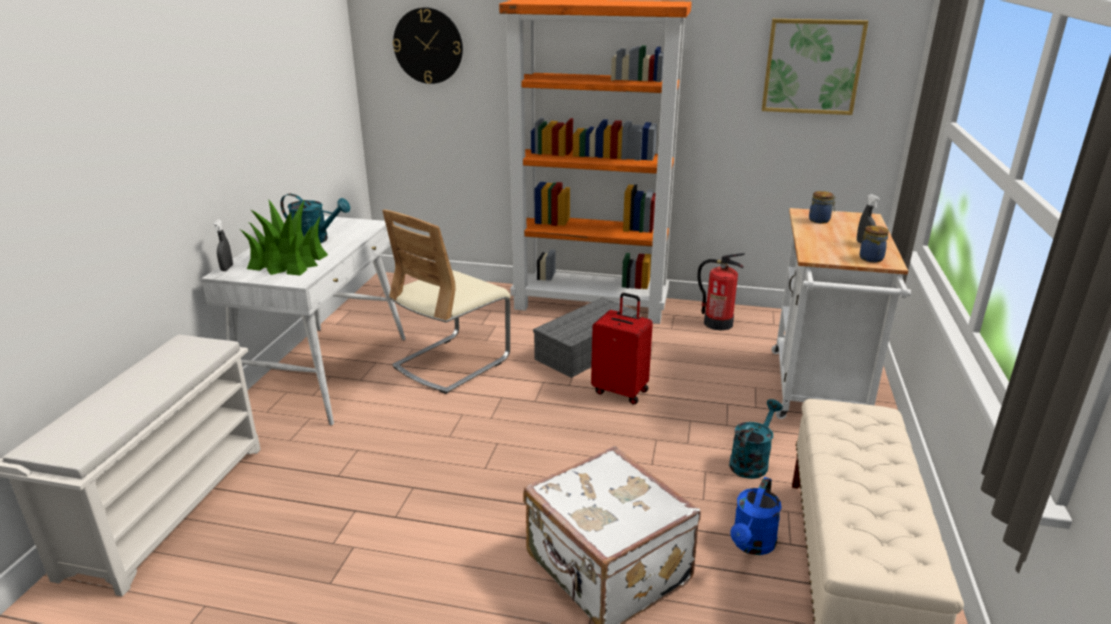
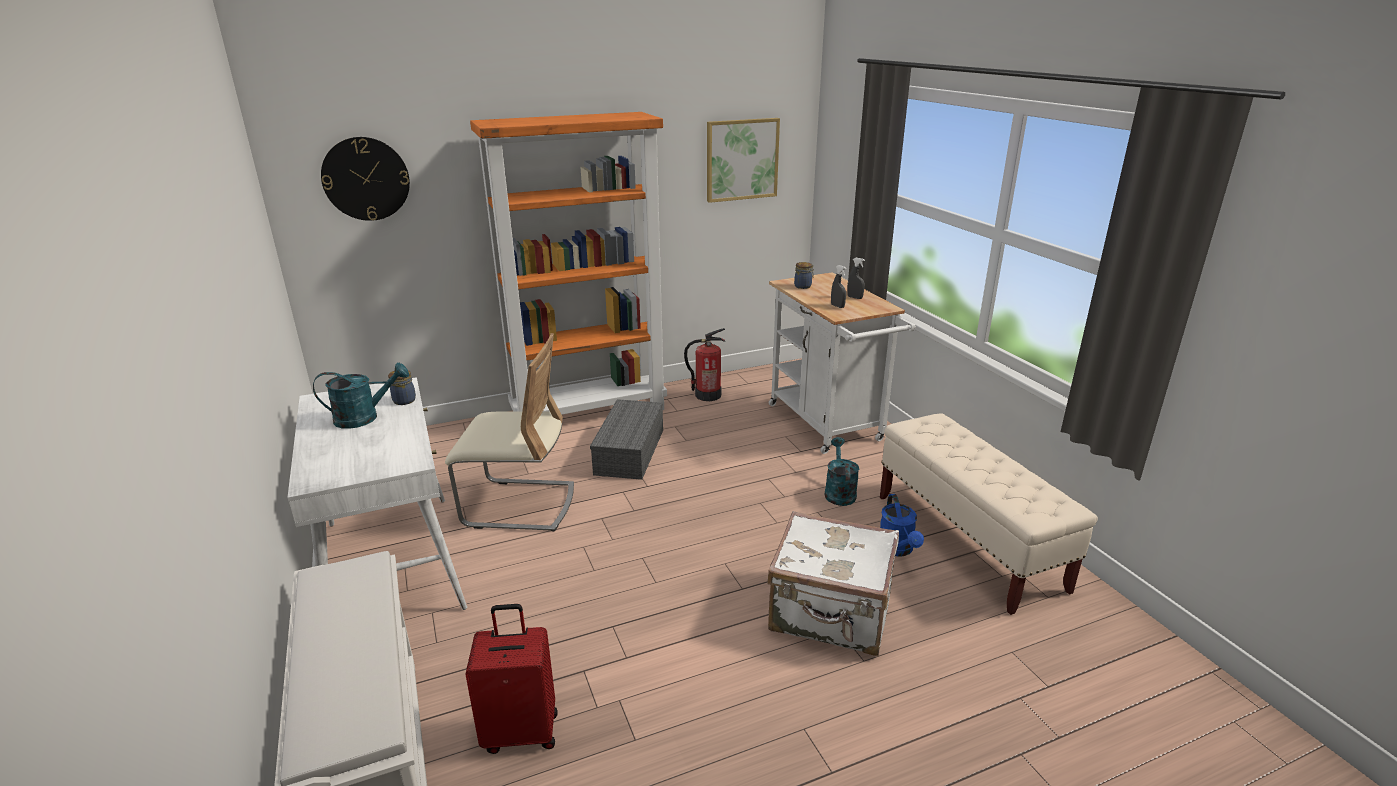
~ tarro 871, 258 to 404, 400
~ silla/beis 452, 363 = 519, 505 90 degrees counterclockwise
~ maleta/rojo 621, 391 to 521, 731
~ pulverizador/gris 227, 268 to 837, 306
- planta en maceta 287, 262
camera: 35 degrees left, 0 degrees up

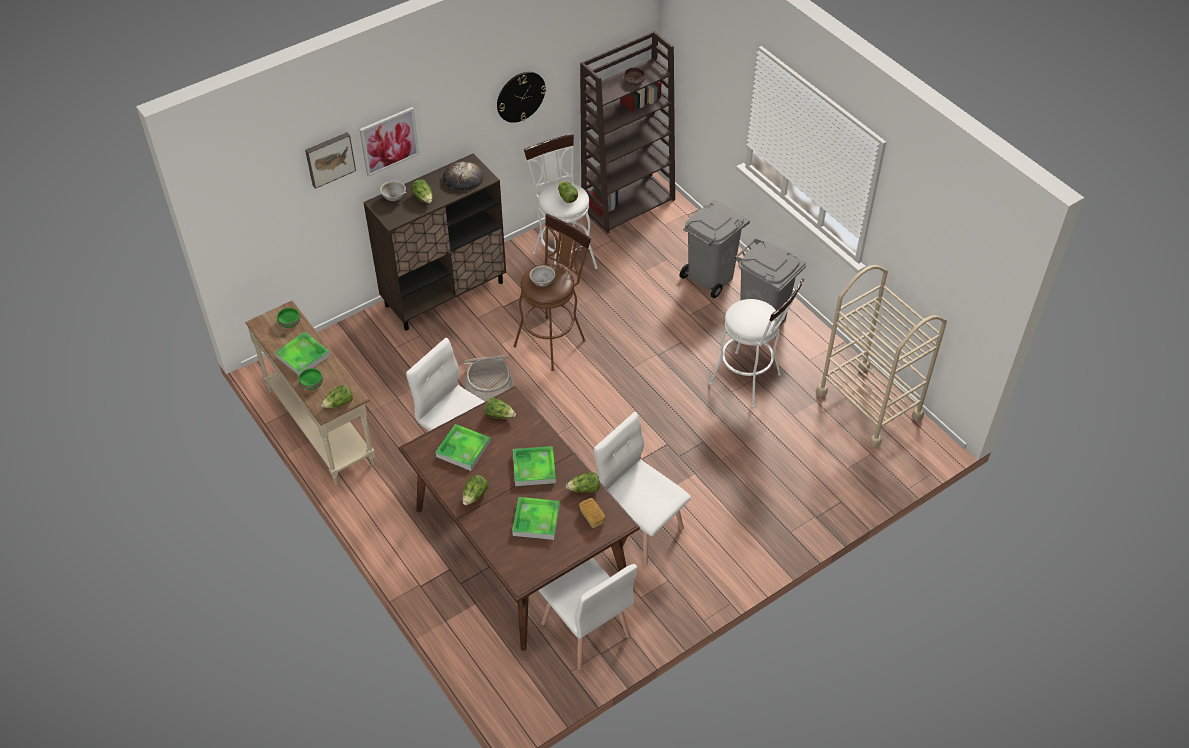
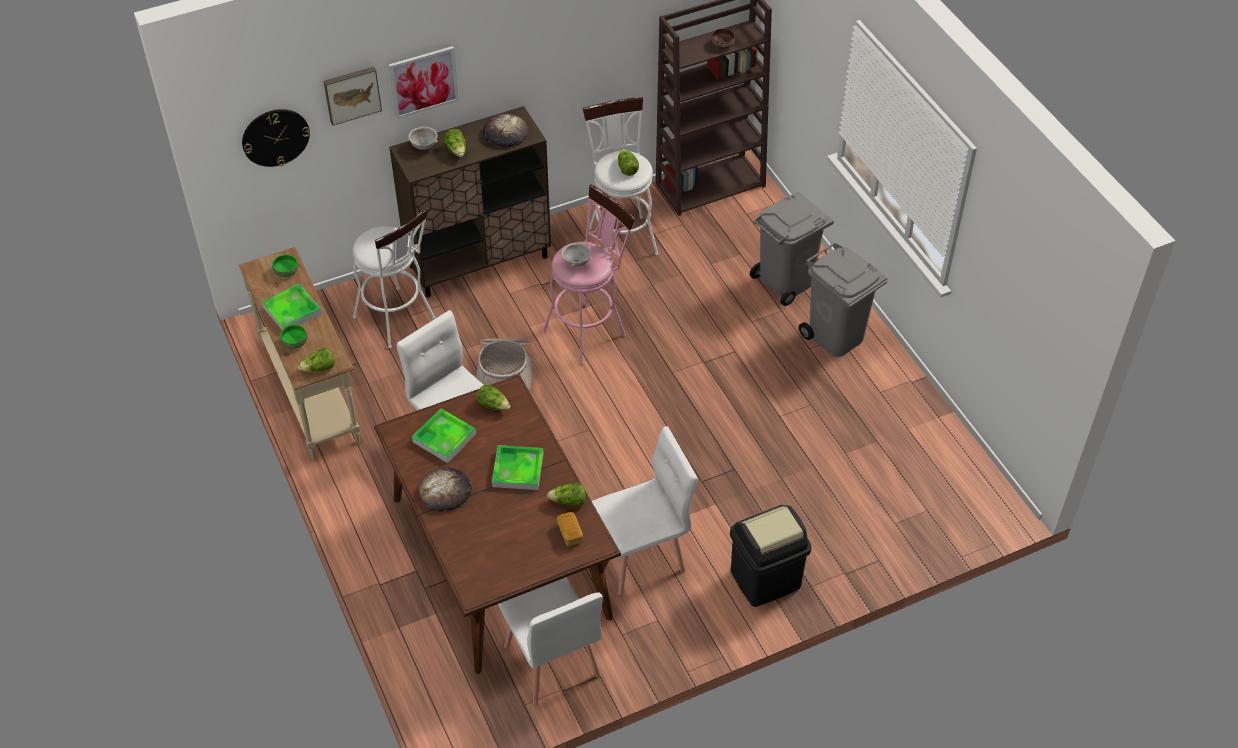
~ reloj de pared 520, 96 to 275, 137
~ taburete/blanco 750, 381 to 398, 321
~ lechuga 475, 495 to pan 445, 491
~ taburete/marrón 553, 339 to taburete/rosa 589, 329
~ silla/blanco 640, 528 = 640, 556 105 degrees clockwise
+ papelera/negro 765, 580
- bandeja 536, 520
- carrito/beis 869, 404
camera: 10 degrees right, 0 degrees up

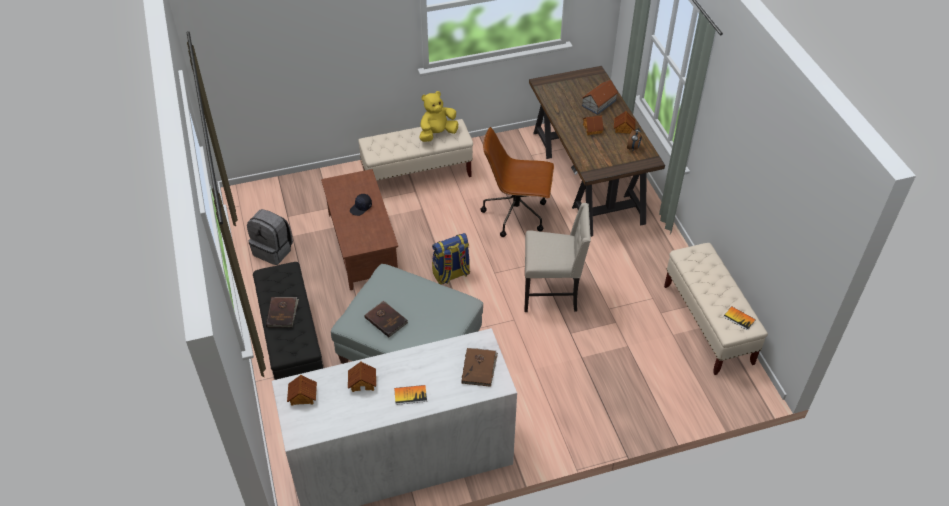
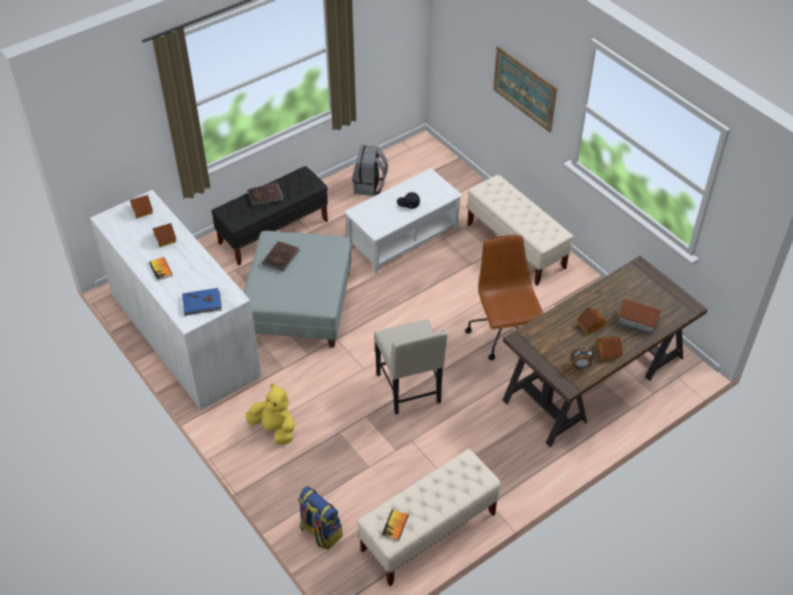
~ libro/marrón 479, 368 to libro/azul 202, 303
~ peluche/amarillo 437, 134 to 274, 429
~ mochila 451, 274 to 320, 532
~ mesa de centro/marrón 363, 246 to mesa de centro/blanco 403, 239
+ cuadro 524, 88
camera: 70 degrees right, 0 degrees up

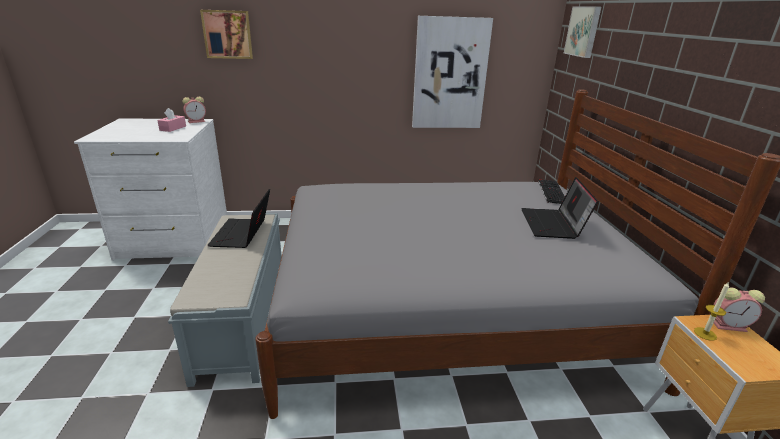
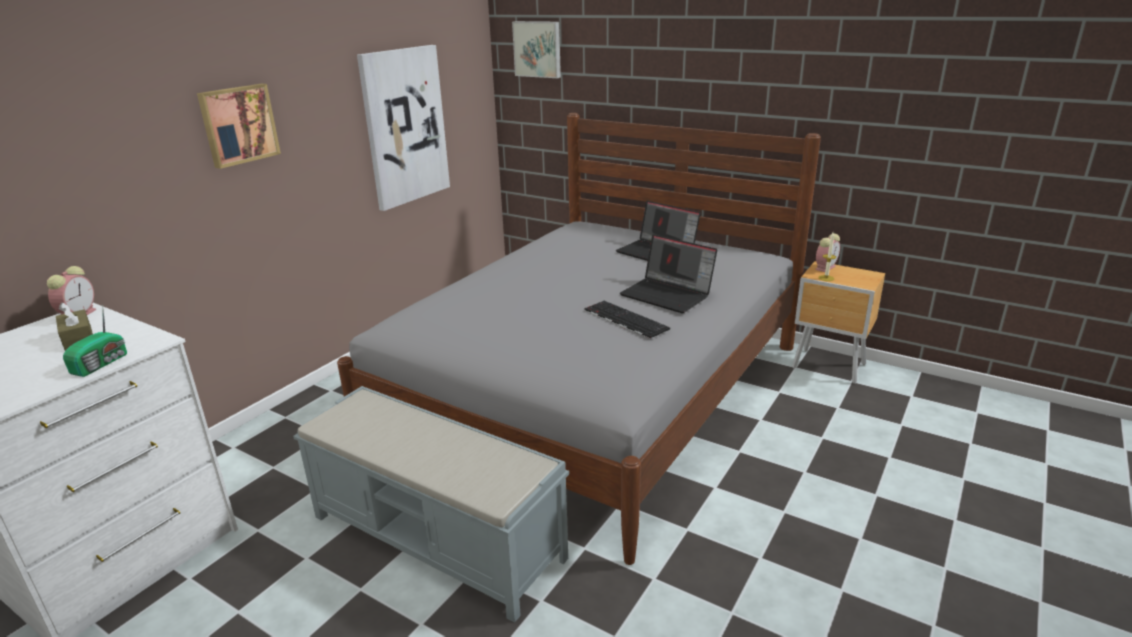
~ caja de pañuelos/rosa 173, 128 to caja de pañuelos/marrón 78, 339
+ radio 102, 363
~ cuadro 228, 34 to 238, 124
~ teclado 551, 191 to 624, 319
~ portátil 243, 234 to 668, 295
camera: 50 degrees left, 0 degrees up

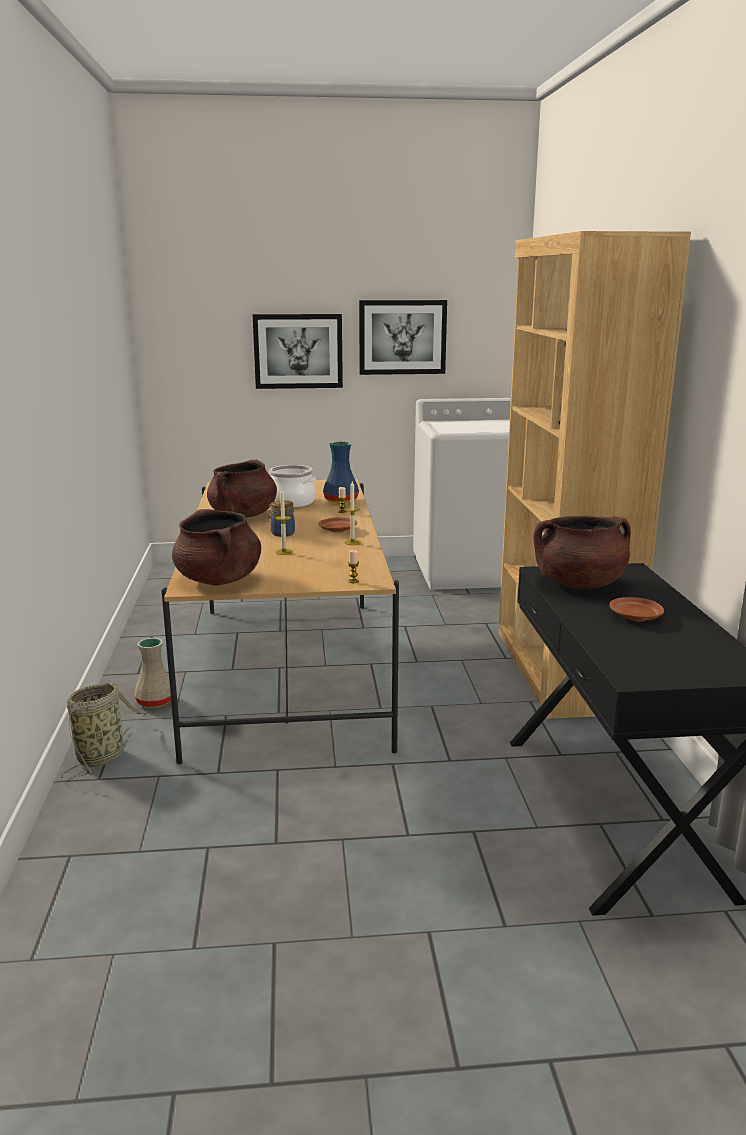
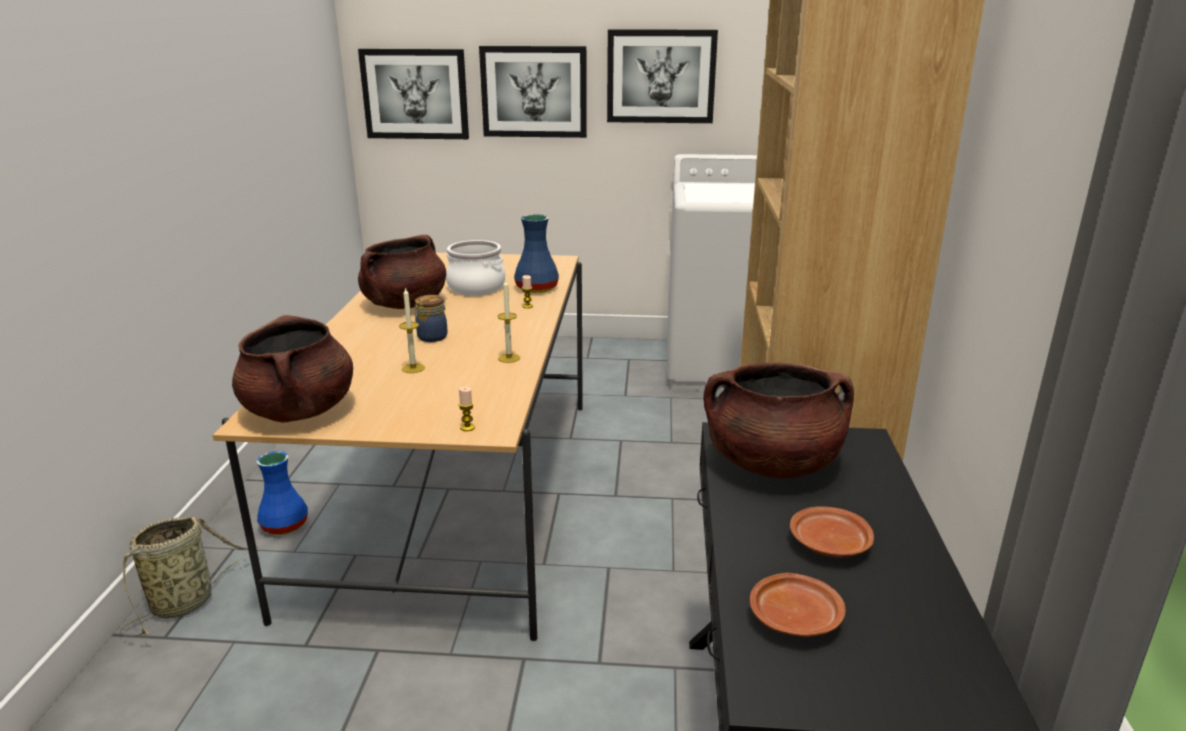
~ florero/beis 154, 702 to florero/azul 283, 526
+ cuadro 415, 94
~ plato/marrón 338, 530 to 795, 618
camera: 10 degrees right, 5 degrees up

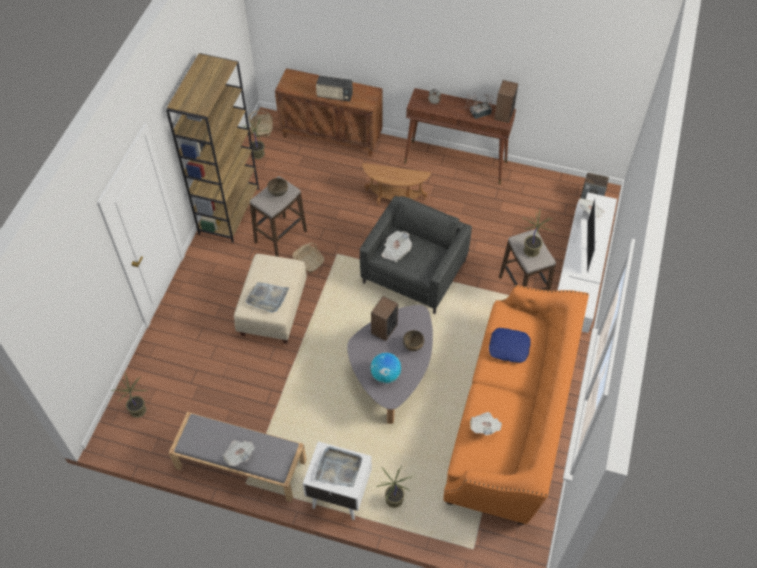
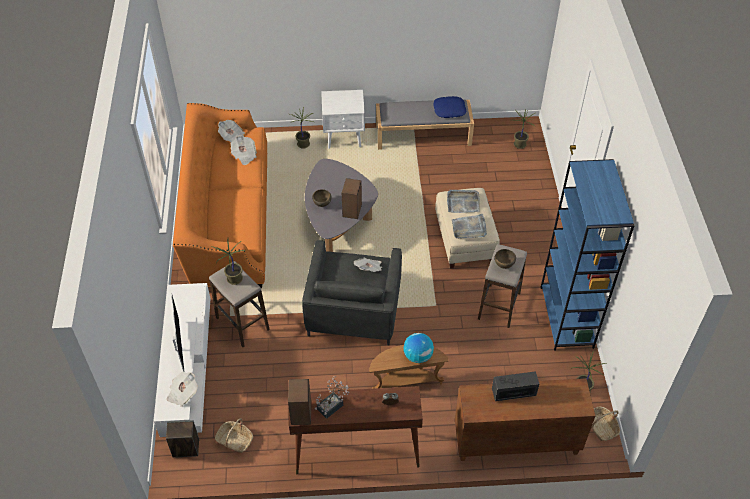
~ cesta 308, 262 to 235, 440
~ periódico 239, 455 to 232, 137
~ globo terráqueo 385, 375 to 418, 356
~ cojín/azul 509, 348 to 449, 110
~ bandeja/gris 338, 468 to 469, 228
~ estantería/marrón 229, 210 to estantería/azul 567, 317
camera: 160 degrees right, 5 degrees down

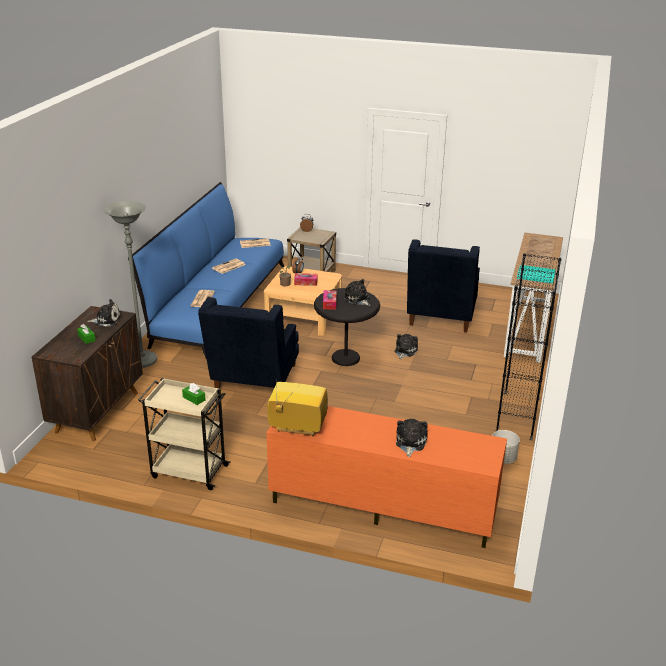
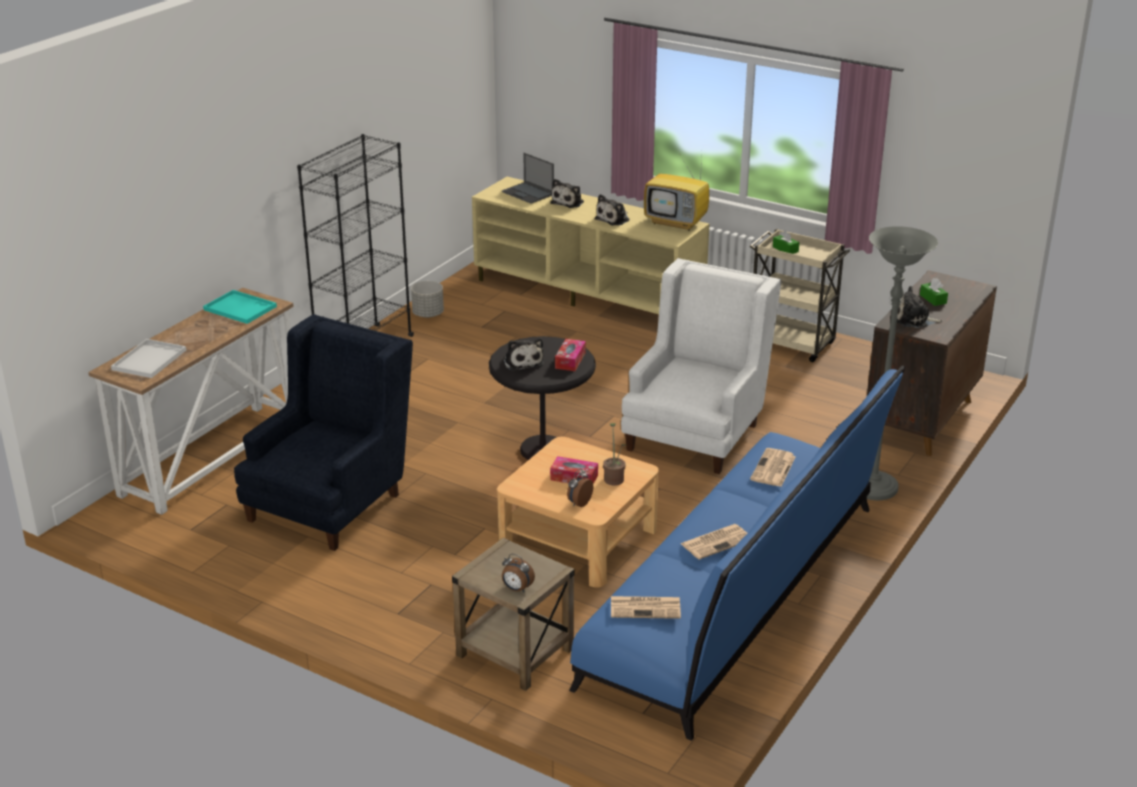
+ bandeja/blanco 149, 359
~ mueble de televisión/naranja 382, 506 to mueble de televisión/beis 588, 294
+ portátil 528, 193
~ peluche 405, 351 to 614, 219
~ sillón/azul 253, 383 to sillón/blanco 696, 431
camera: 165 degrees left, 0 degrees up

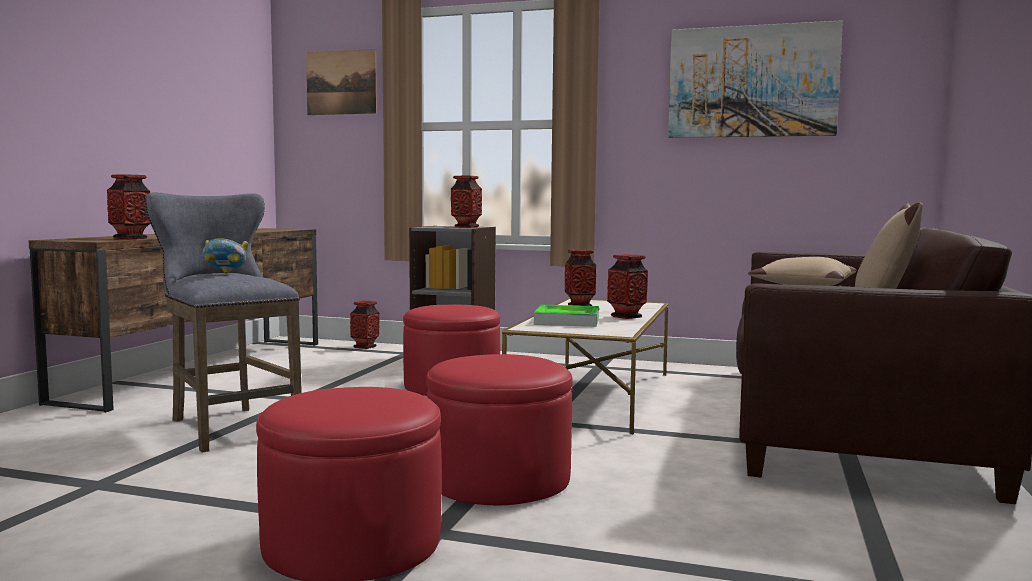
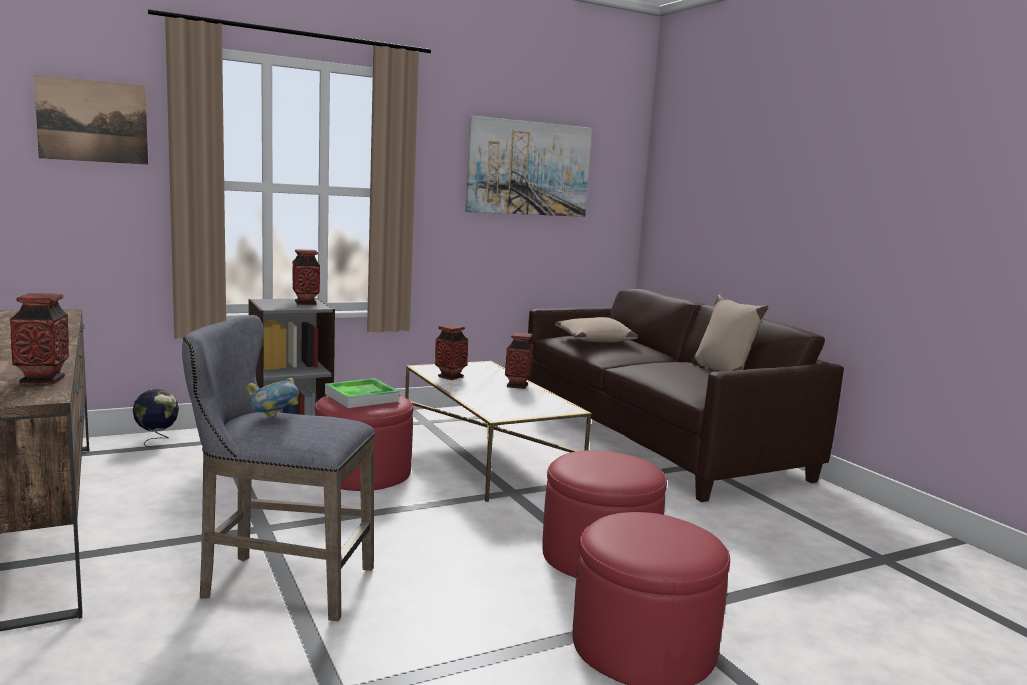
~ florero 365, 347 to globo terráqueo 157, 441
~ bandeja 567, 321 to 361, 397
camera: 45 degrees left, 5 degrees up

